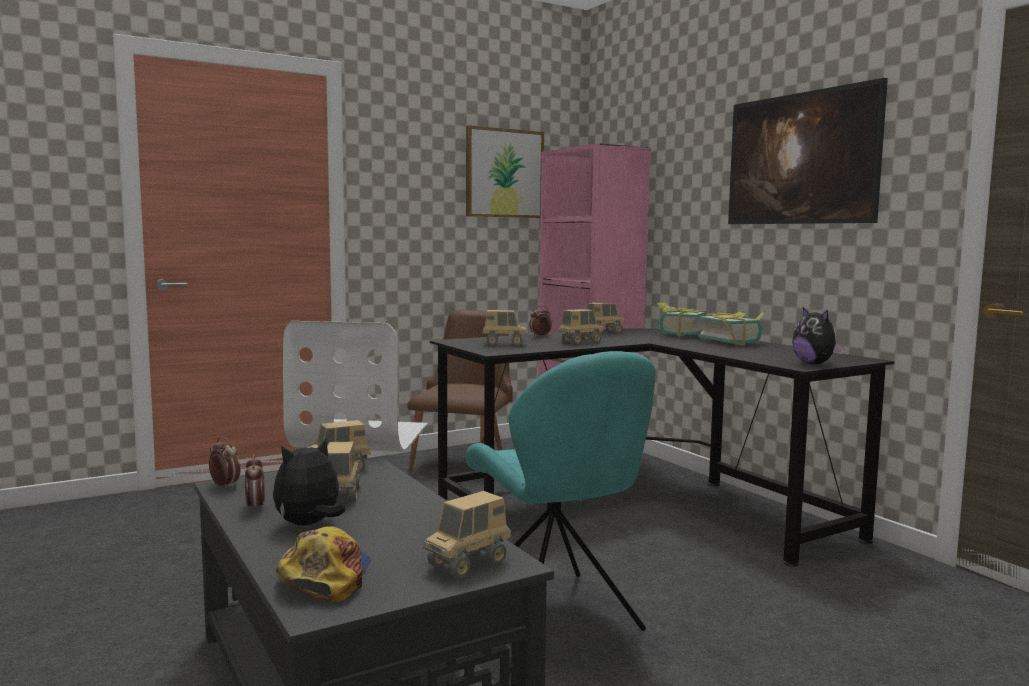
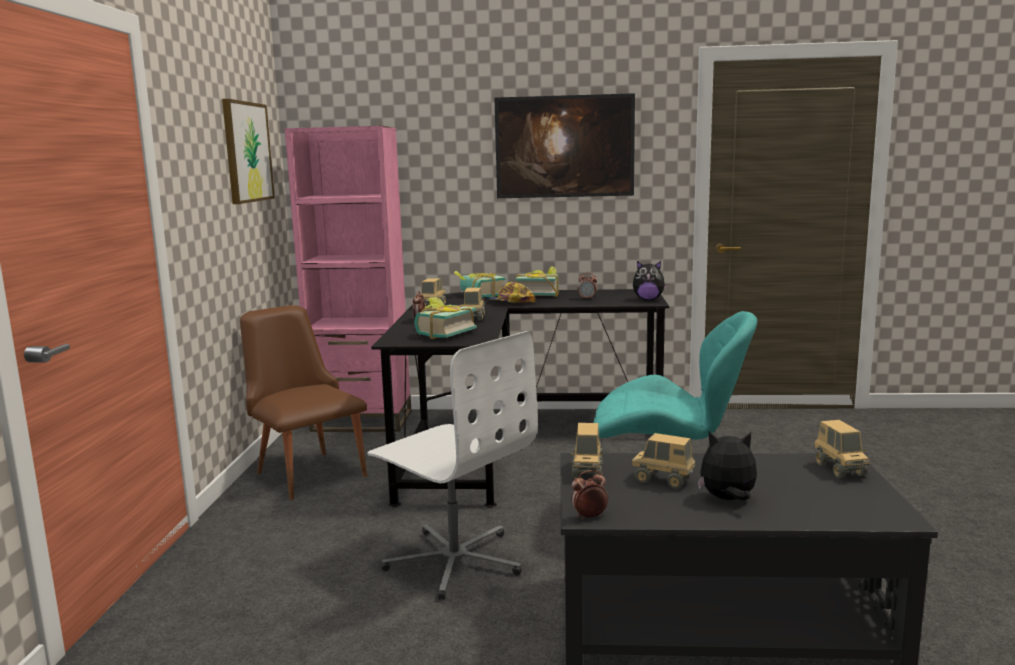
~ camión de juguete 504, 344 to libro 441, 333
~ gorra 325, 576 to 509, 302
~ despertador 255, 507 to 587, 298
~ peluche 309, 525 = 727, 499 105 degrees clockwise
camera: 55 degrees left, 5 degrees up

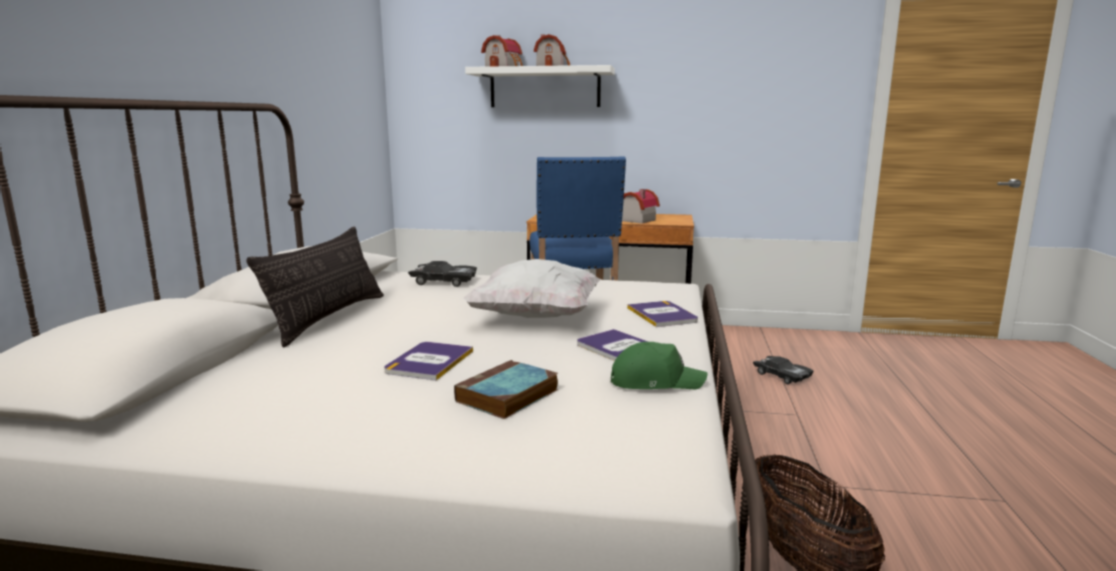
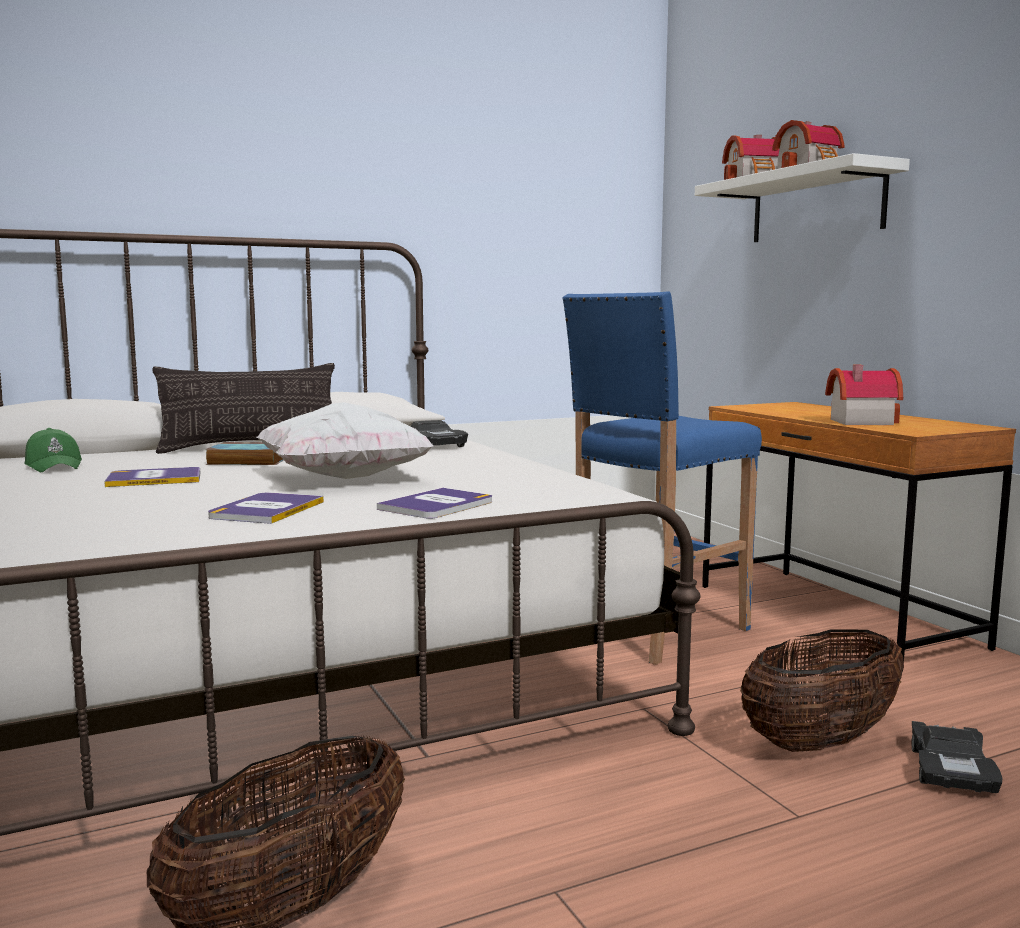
~ gorra/verde 655, 381 to 54, 466
~ libro 507, 396 to 246, 460
+ cesta 820, 741
camera: 55 degrees right, 5 degrees down

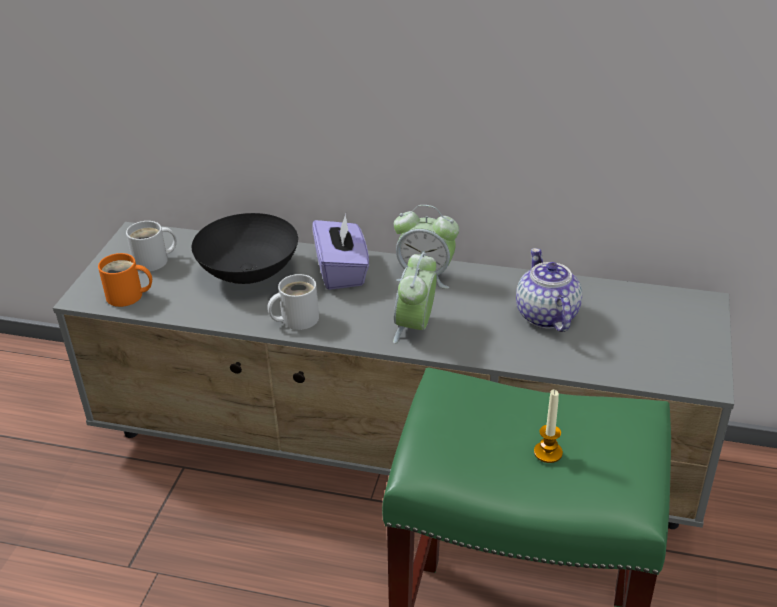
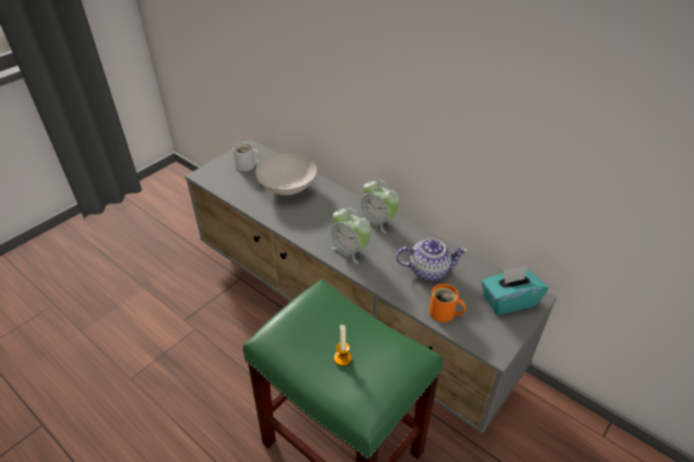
~ cuenco/negro 247, 274 to cuenco/blanco 286, 188
~ despertador 415, 327 = 350, 250 90 degrees counterclockwise
~ tetera 545, 315 = 429, 270 75 degrees clockwise
~ taza grande/naranja 128, 296 to 444, 314
+ caja de pañuelos/turquesa 508, 301
- taza grande/blanco 296, 319
- caja de pañuelos/morado 342, 271
camera: 25 degrees right, 5 degrees up

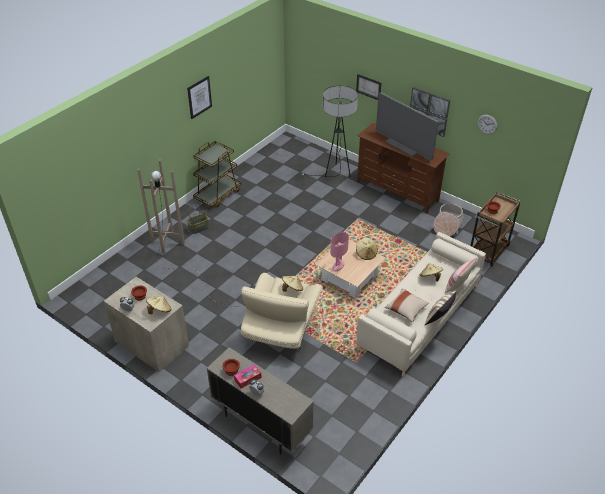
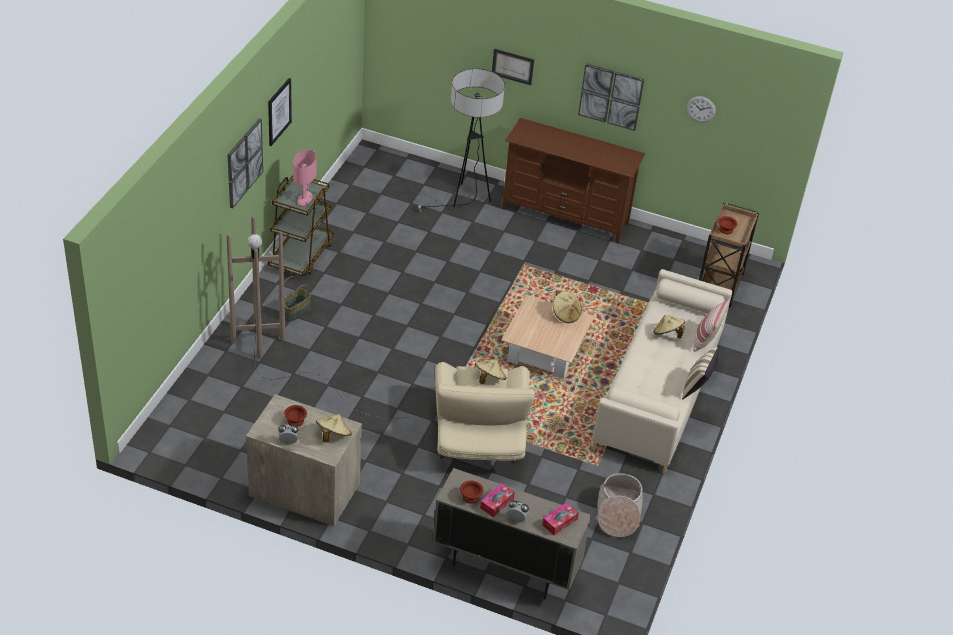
+ cuadro 244, 162
~ lámpara de mesa/rosa 338, 266 to 305, 199
+ caja de pañuelos 559, 522
~ cesta 447, 225 to 618, 513
- televisor 404, 145
- cojín/beis 406, 309
camera: 20 degrees left, 0 degrees up

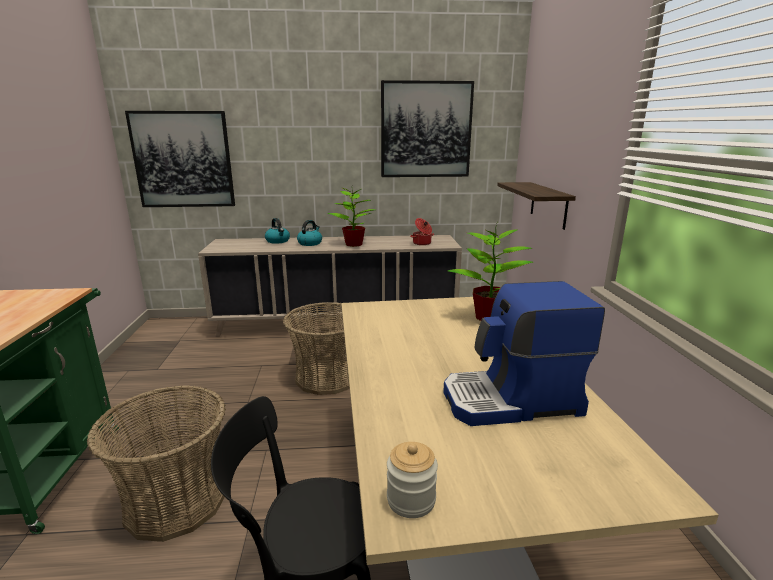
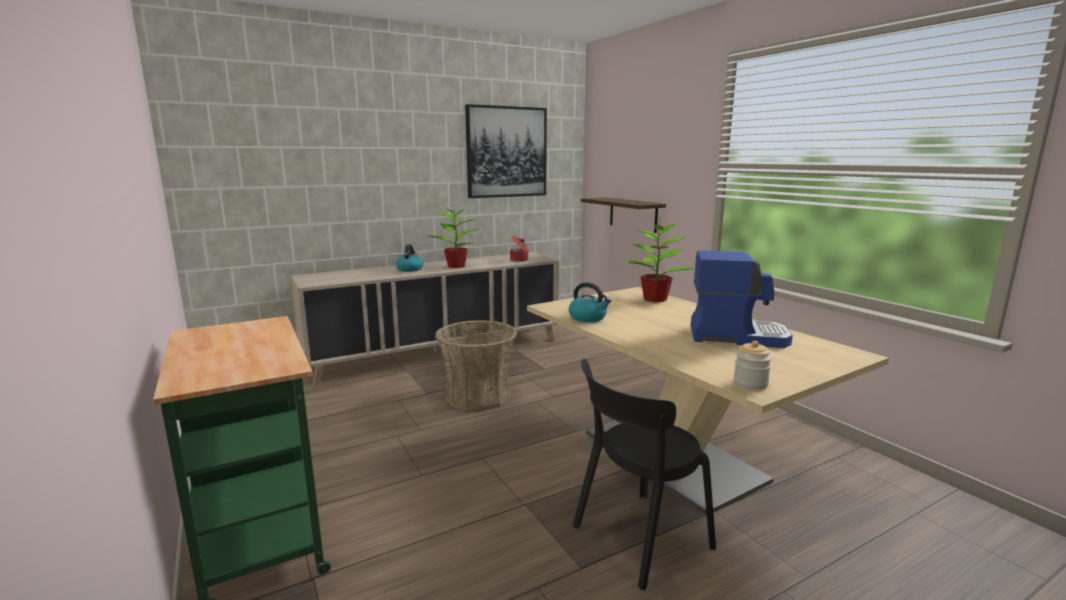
~ hervidor 278, 241 to 588, 318
~ cafetera 512, 401 = 737, 336 135 degrees counterclockwise
- cesta 176, 501
- cuadro 183, 160
camera: 25 degrees left, 5 degrees down

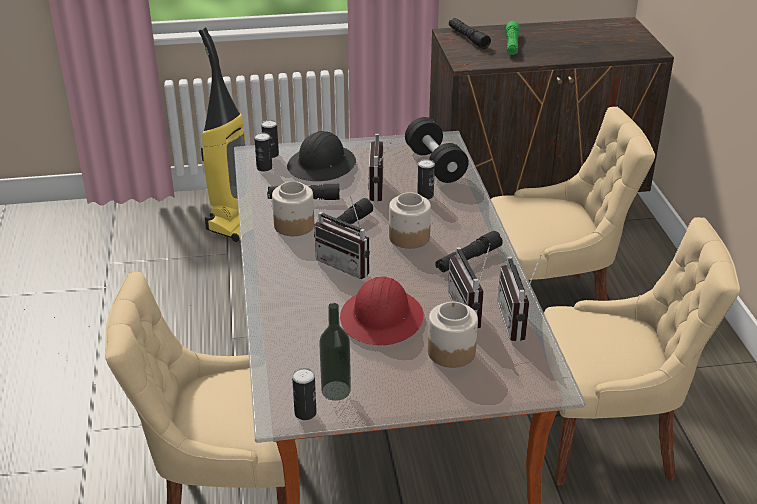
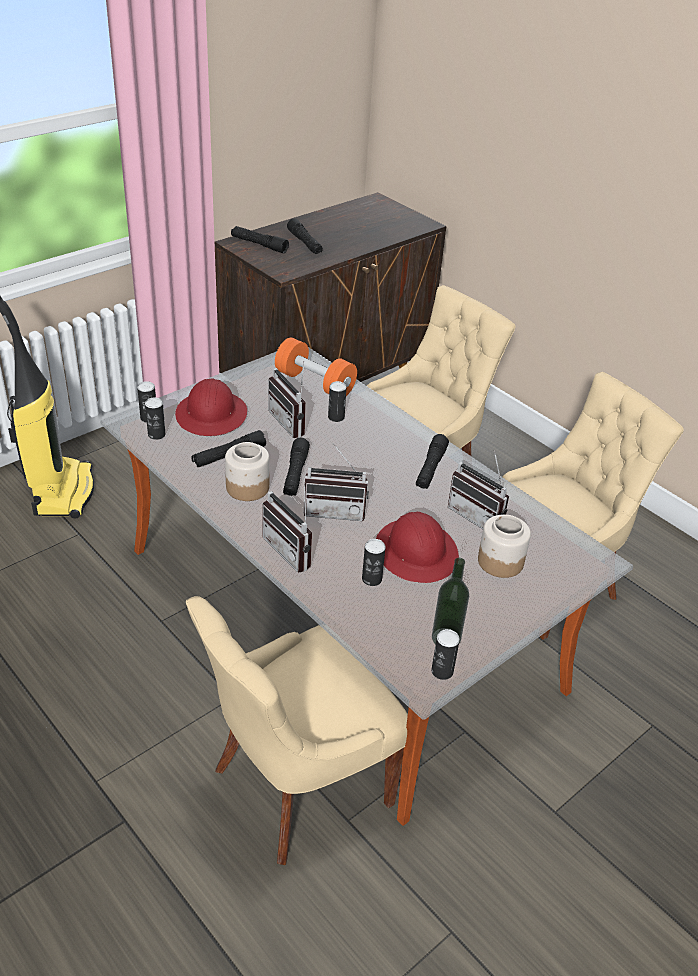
~ casco/negro 322, 165 to casco/rojo 212, 415
~ radio 519, 322 to 293, 550
~ mancuerna/negro 435, 165 to mancuerna/naranja 315, 383
~ linterna/verde 512, 44 to linterna/negro 304, 243
+ lata 371, 579
- tarro 408, 237
camera: 35 degrees left, 5 degrees up

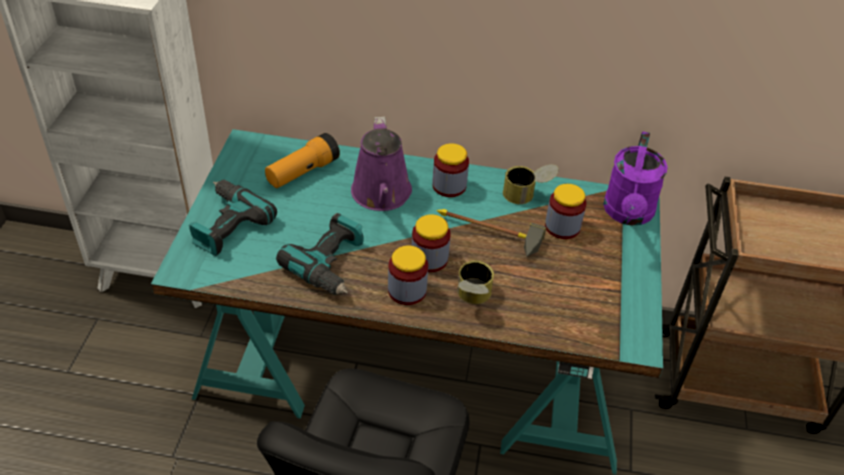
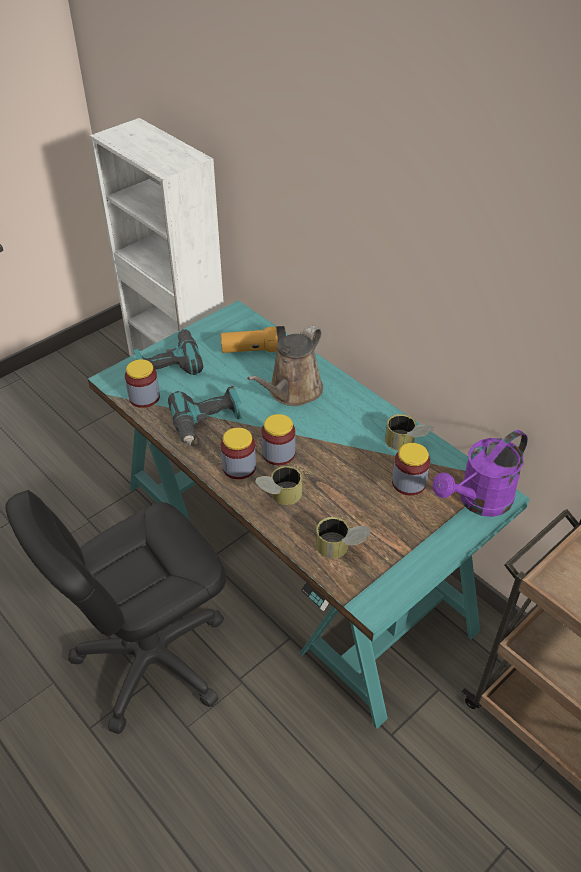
~ tarro 449, 186 to 144, 397
~ regadera/morado 382, 195 to regadera/marrón 292, 392
+ lata 341, 550
- martillo 485, 235
camera: 40 degrees right, 0 degrees up

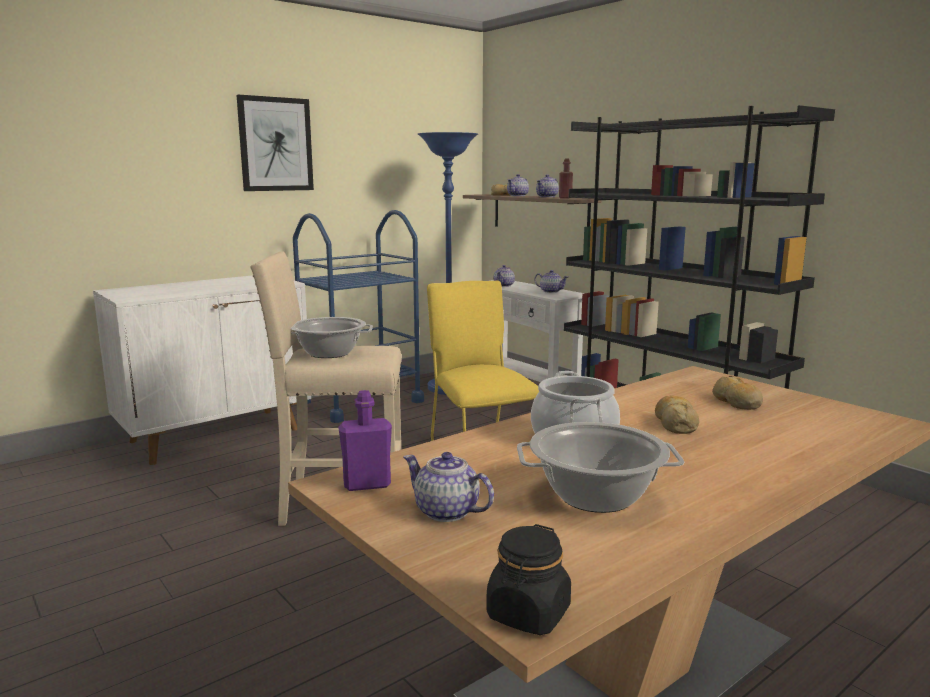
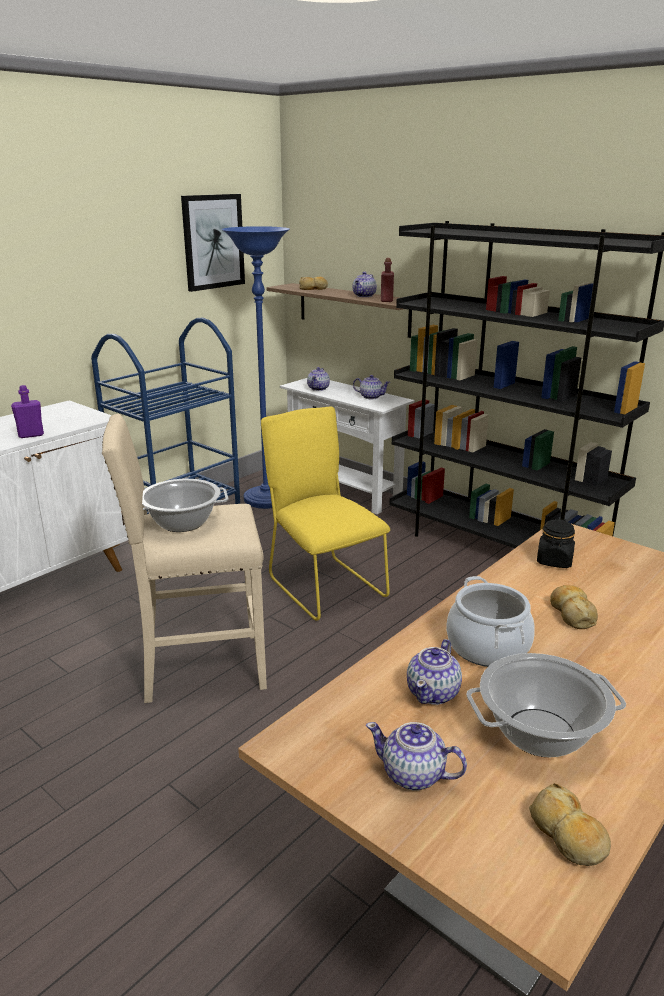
~ botella/morado 367, 484 to 31, 435
~ cuadro 275, 144 to 213, 242
~ tetera 518, 196 to 433, 692
~ pan 736, 402 to 568, 836
~ tarro/negro 528, 614 to 554, 561
camera: 10 degrees left, 10 degrees up

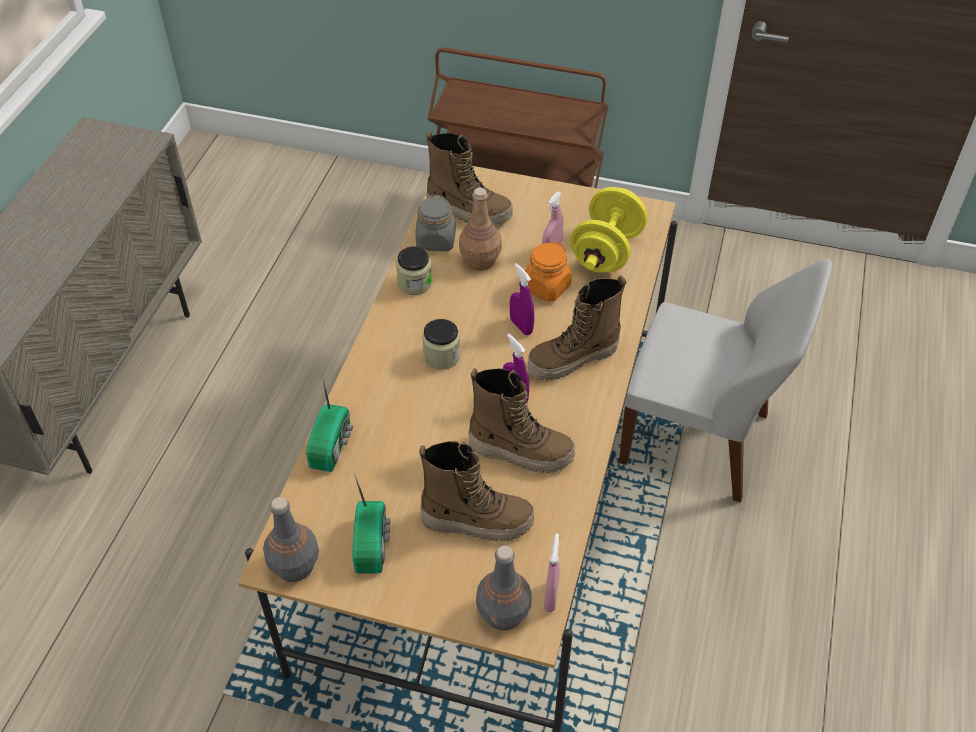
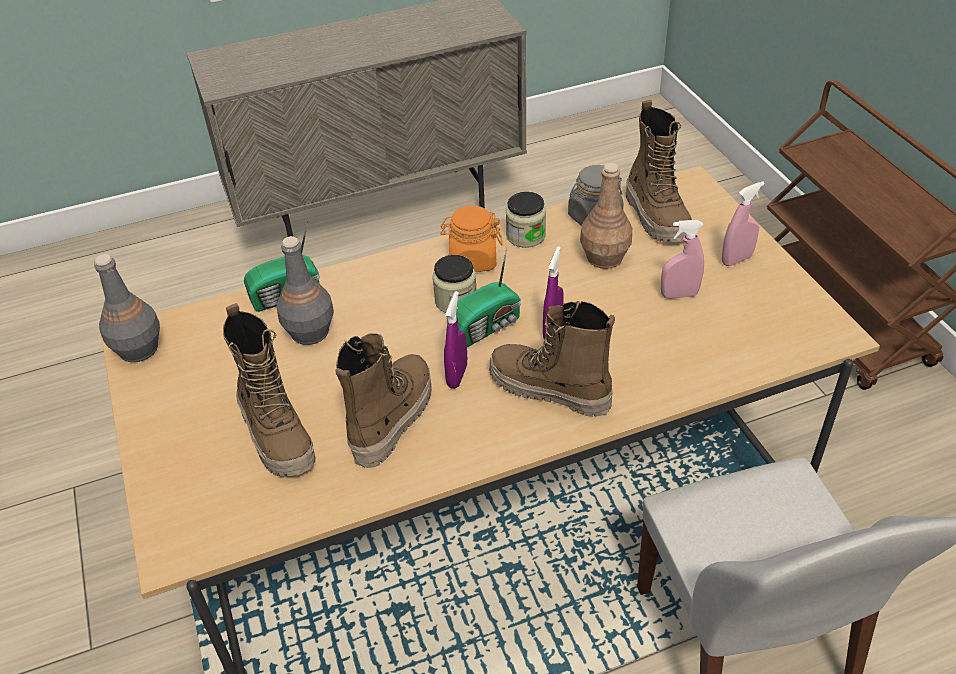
~ botella/gris 504, 613 to 310, 332
~ bota 521, 451 = 391, 419 135 degrees counterclockwise
~ tarro/naranja 546, 287 to 472, 260
~ radio 373, 543 to 487, 326
~ pulverizador/rosa 551, 597 to 736, 260
- mancuerna/amarillo 606, 251
camera: 55 degrees right, 5 degrees down

